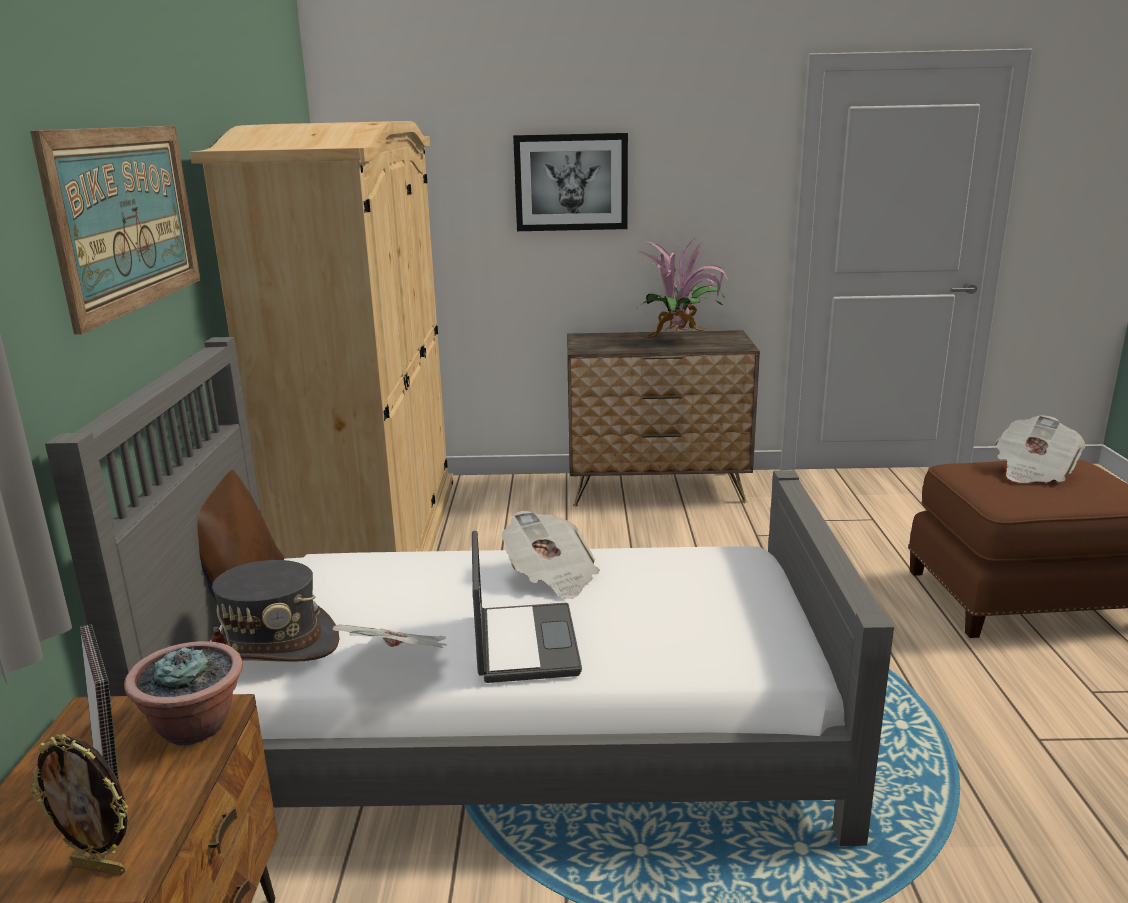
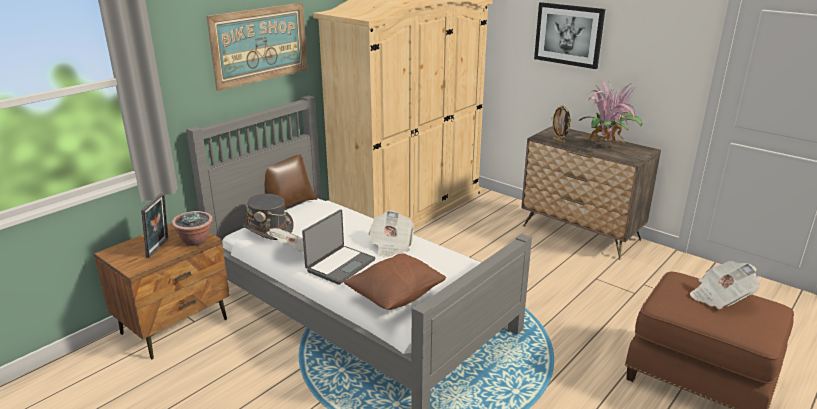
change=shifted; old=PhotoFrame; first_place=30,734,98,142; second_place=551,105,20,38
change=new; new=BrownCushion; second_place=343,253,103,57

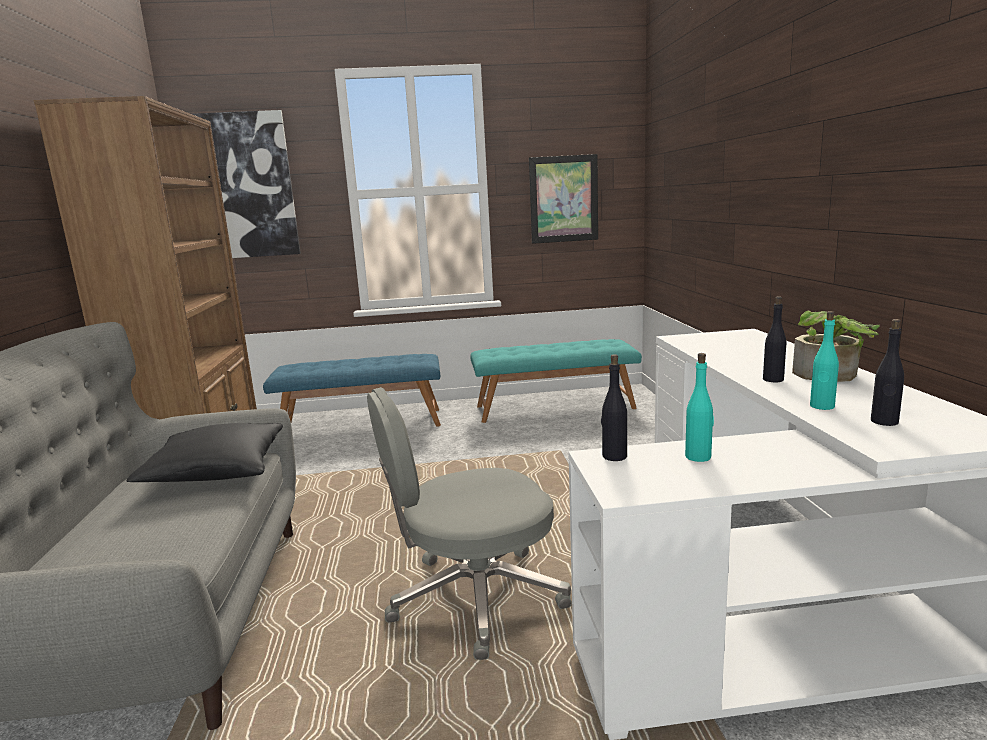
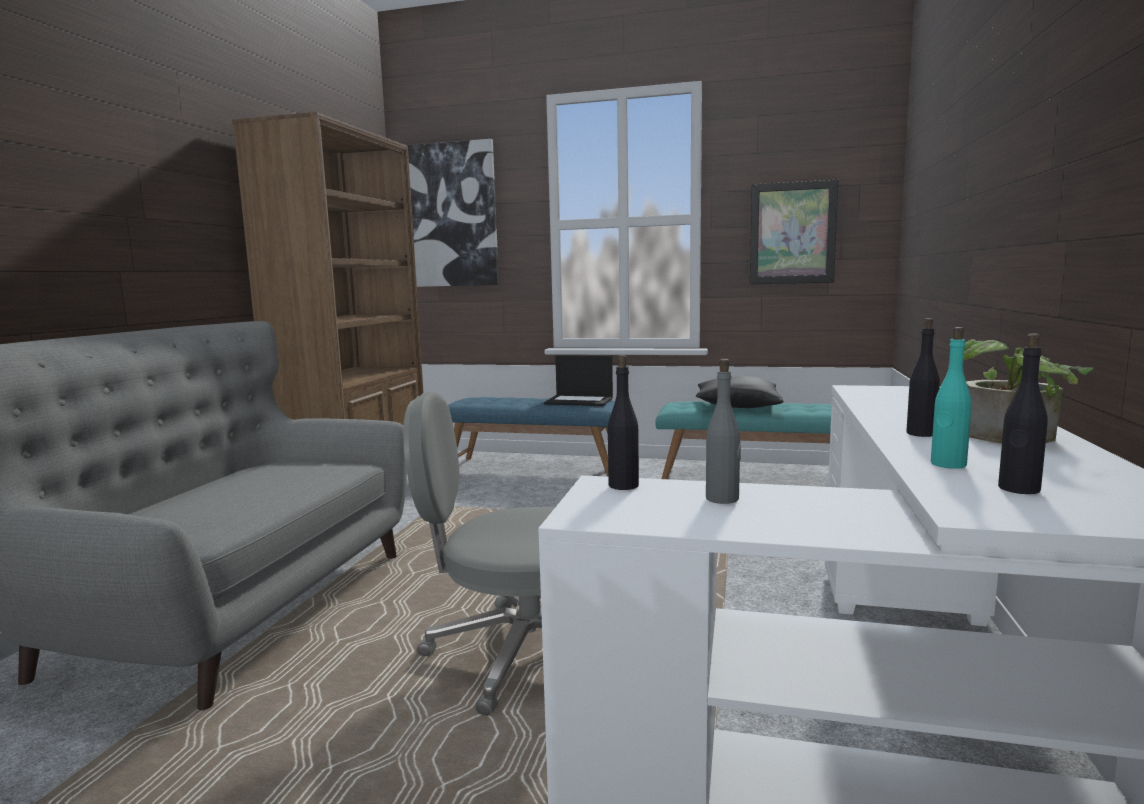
change=shifted; old=BlackCushion; first_place=127,423,156,59; second_place=696,376,88,32
change=repainted; old=TurquoiseDrinkBottle; new=GrayDrinkBottle; first_place=685,353,29,109; second_place=706,359,35,145
change=new; new=Laptop; second_place=544,355,69,51

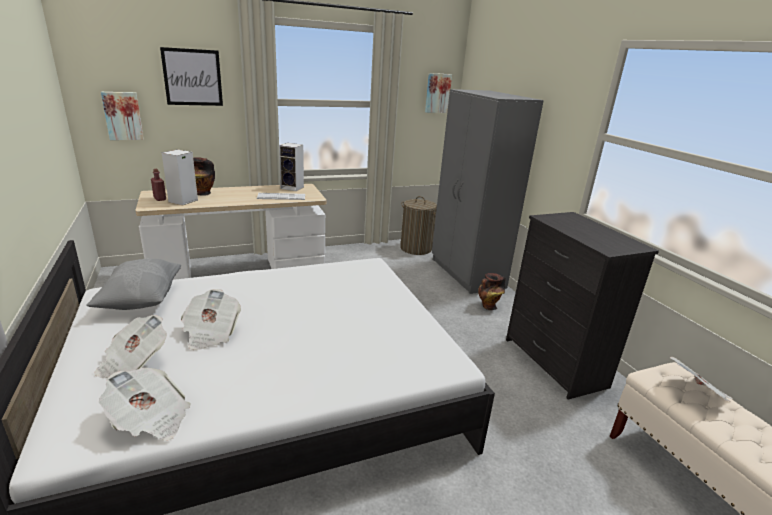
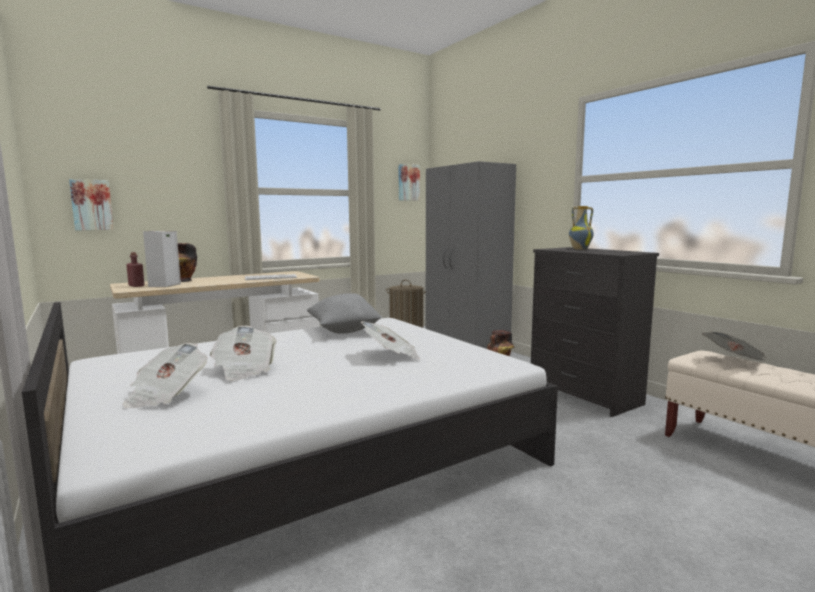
change=shifted; old=GrayCushion; first_place=86,258,95,52; second_place=306,293,76,41
change=shifted; old=Newspaper; first_place=99,368,92,73; second_place=361,321,59,38
change=gone; old=WallPicture; first_place=160,47,63,59
change=gone; old=Speaker; first_place=279,143,25,48
change=new; new=Vase; second_place=569,206,25,44

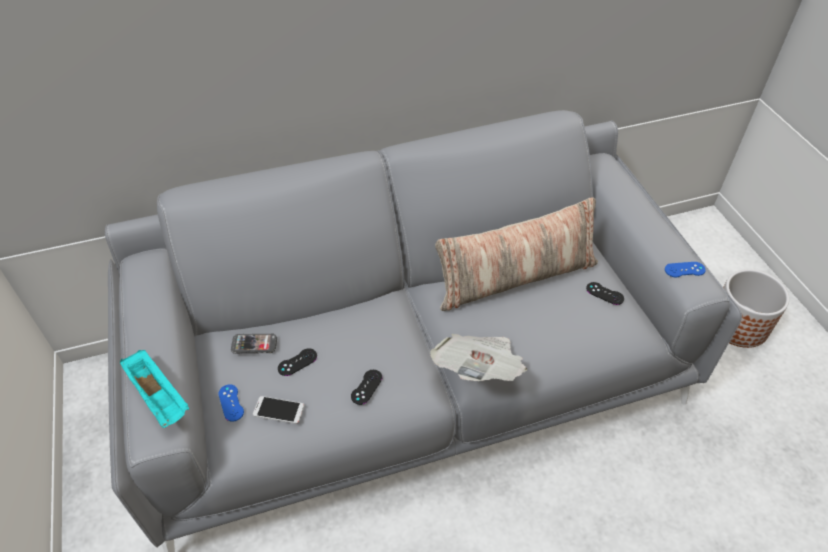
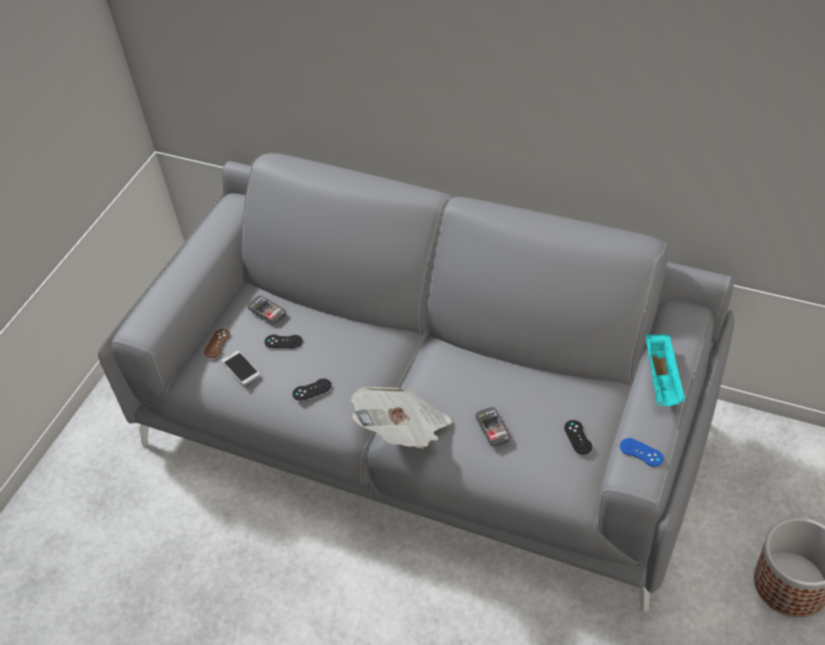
change=shifted; old=TurquoiseTray; first_place=120,350,69,78; second_place=646,334,40,72
change=repainted; old=BlueGamepad; new=BrownGamepad; first_place=218,384,26,38; second_place=204,329,26,29
change=gone; old=Cushion; first_place=435,197,163,114
change=new; new=Handset; second_place=475,407,36,40

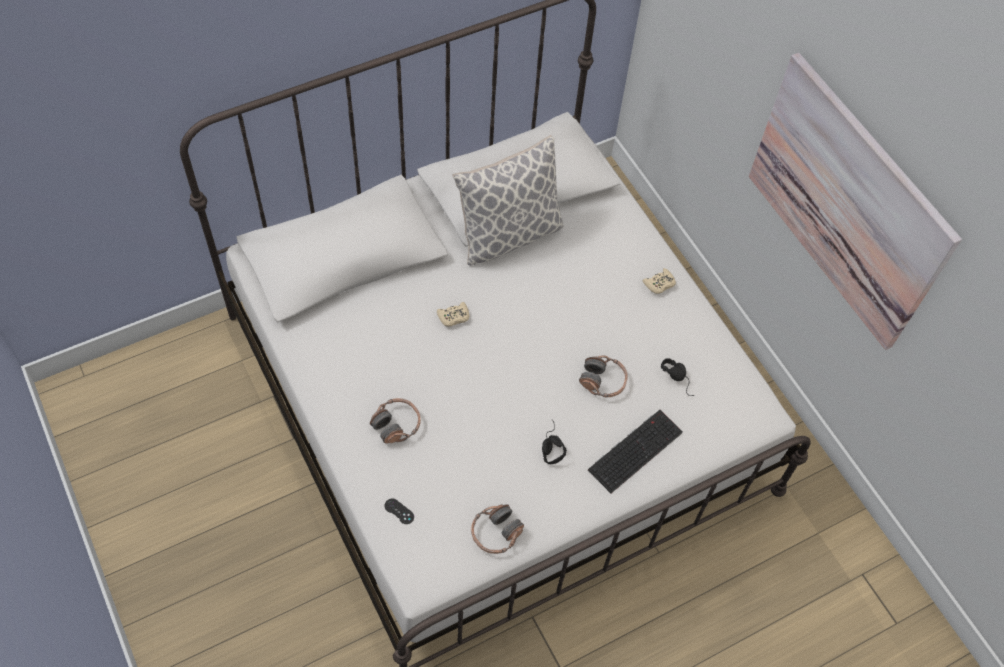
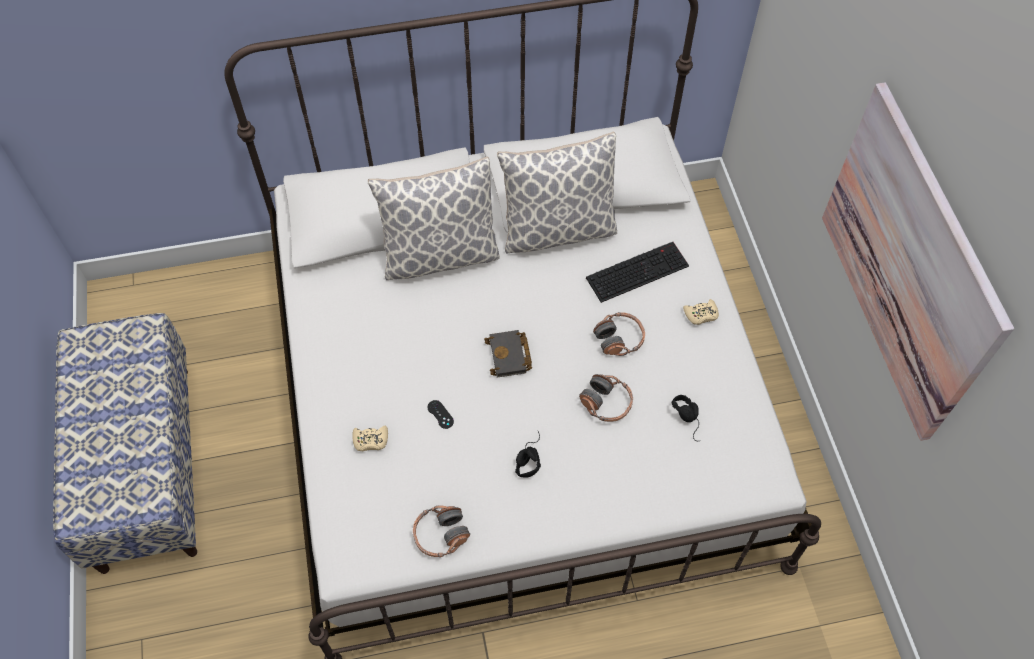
change=shifted; old=Headset; first_place=370,398,51,45; second_place=593,312,52,44
change=shifted; old=BlackGamepad; first_place=385,498,29,26; second_place=427,400,27,29
change=shifted; old=BeigeGamepad; first_place=437,302,32,25; second_place=352,426,36,25
change=shifted; old=PcKeyboard; first_place=588,410,95,83; second_place=586,242,103,61
change=new; new=LongSeat; second_place=53,313,144,261
change=new; new=Cushion; second_place=368,157,132,123
change=new; new=BlackBook; second_place=484,330,48,48

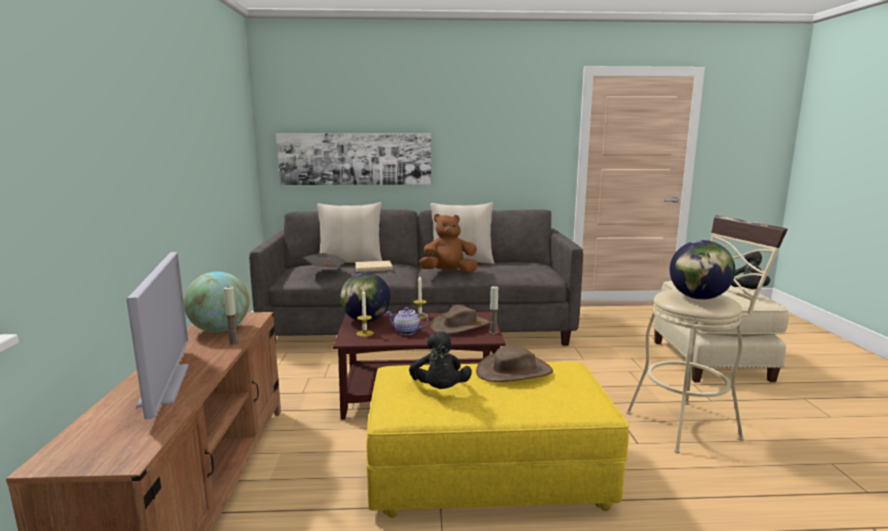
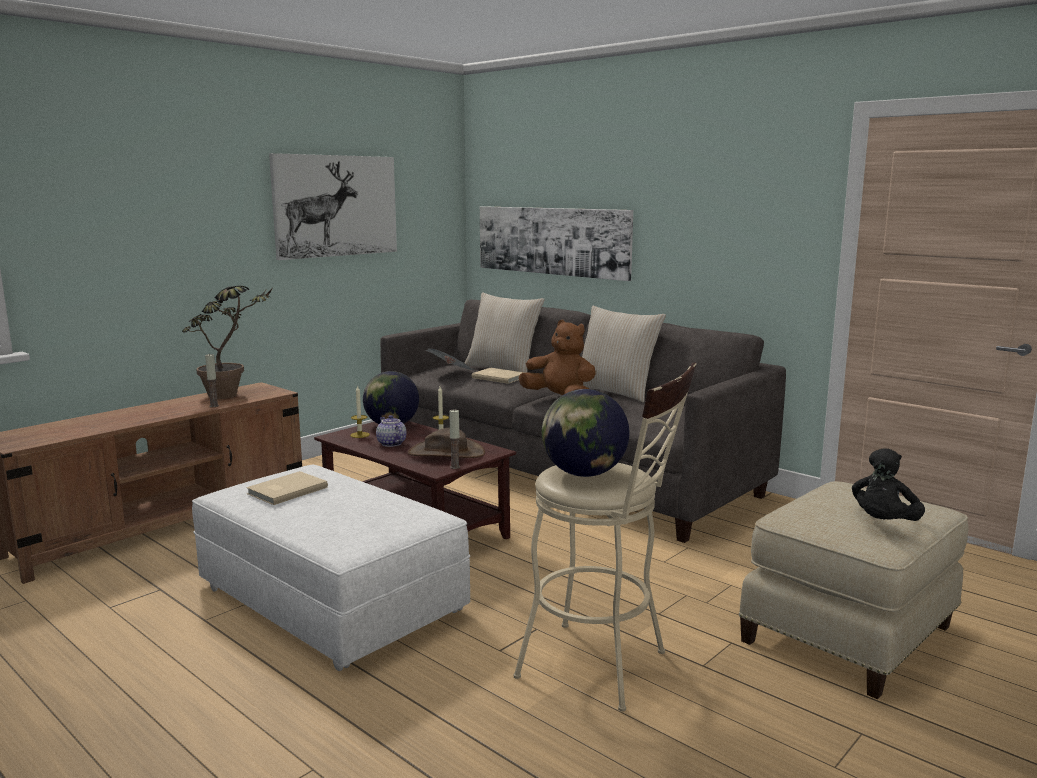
change=gone; old=Tv; first_place=126,252,63,167
change=swapped; old=DeskGlobe; new=PottedPlant; first_place=184,272,66,60; second_place=182,286,91,113
change=repainted; old=YellowColouredFootrest; new=WhitishFootrest; first_place=366,362,263,156; second_place=192,465,278,206
change=swapped; old=BlackPlushToy; new=BeigeBook; first_place=409,331,63,58; second_place=246,471,82,34
change=gone; old=BrownHat; first_place=476,345,77,37
change=new; new=WallPicture; second_place=269,153,128,107

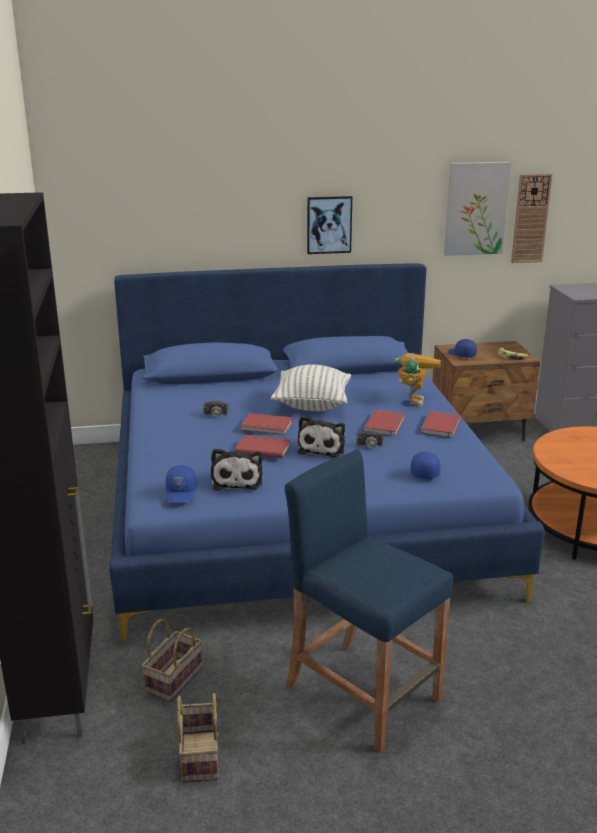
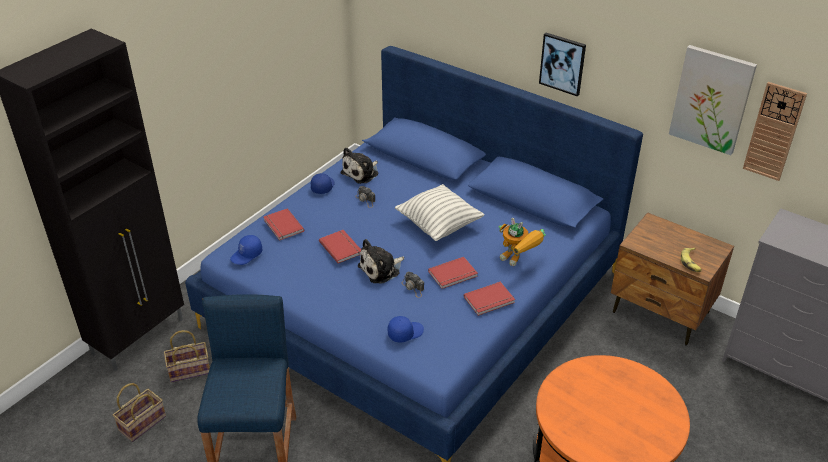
change=shifted; old=PlushToy; first_place=211,448,52,43; second_place=341,147,37,37
change=shifted; old=RedColouredBook; first_place=240,413,53,22; second_place=264,208,40,33
change=rotated; old=RobotFigure; first_place=394,353,47,54; second_place=499,218,47,48; degrees=75
change=shifted; old=BluePeakedCap; first_place=448,339,29,19; second_place=311,173,23,21

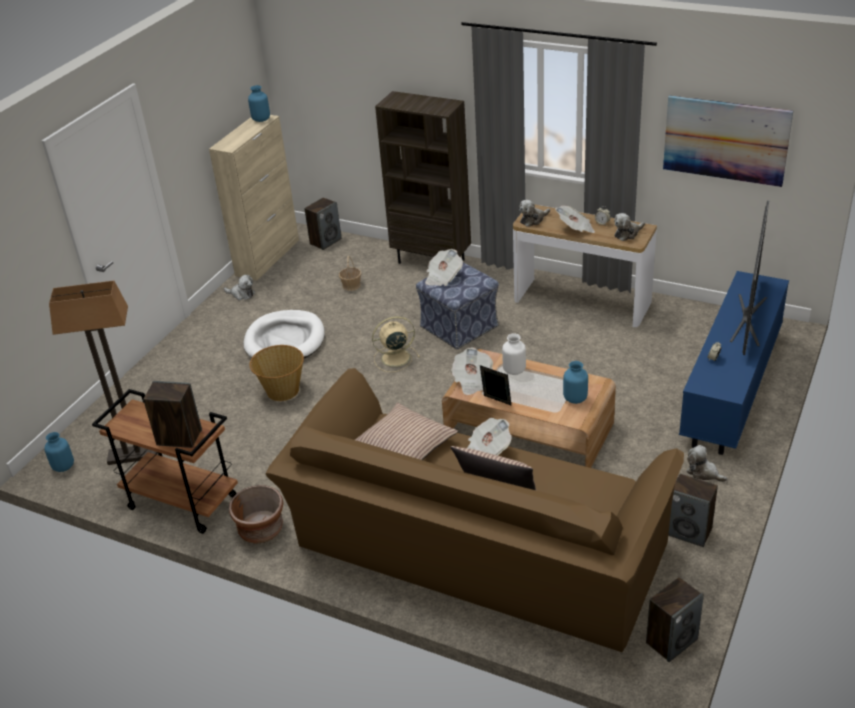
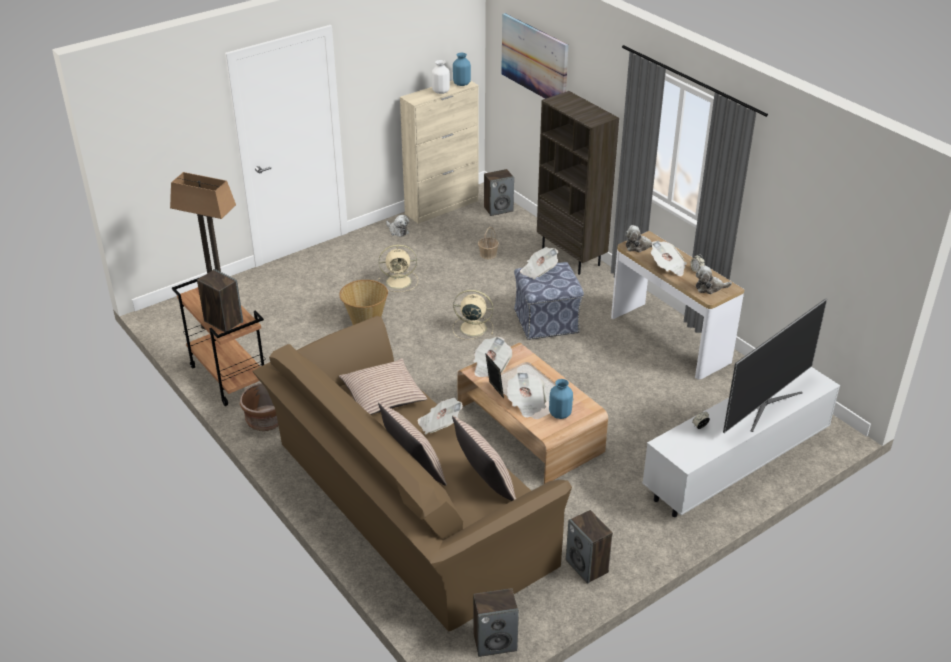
change=gone; old=BlueVase; first_place=44,432,30,40
change=swapped; old=WhitishDogCushion; new=BeigeFan; first_place=243,310,82,48; second_place=379,244,39,48
change=shifted; old=WhitishVase; first_place=502,334,24,41; second_place=432,60,18,34
change=shifted; old=WallPicture; first_place=663,95,130,92; second_place=501,13,67,86
change=repainted; old=BlueTvStand; new=WhitishTvStand; first_place=679,271,110,184; second_place=642,367,198,150
change=gone; old=PlushToy; first_place=686,445,42,37
change=new; new=Cushion; second_place=452,416,64,85
change=new; new=Newspaper; second_place=507,371,39,47

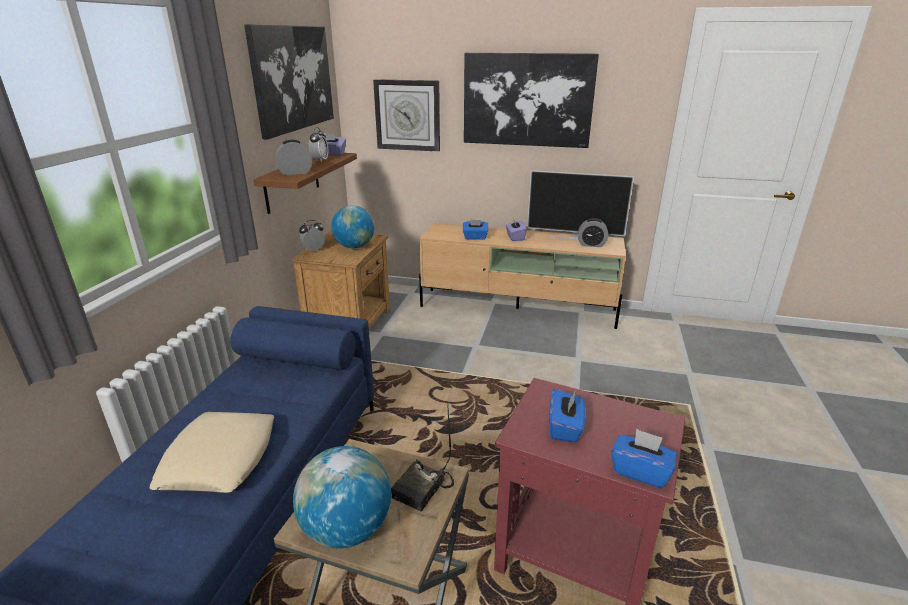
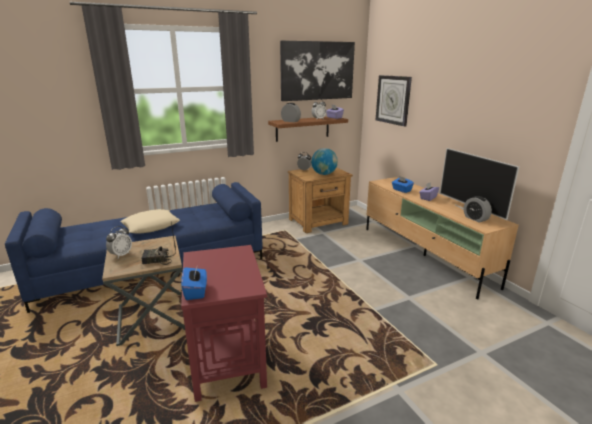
change=swapped; old=DeskGlobe; new=AlarmClock; first_place=293,446,98,102; second_place=106,226,26,32
change=gone; old=WallPicture; first_place=464,53,135,95
change=gone; old=BlueTissueHolder; first_place=549,389,36,54

